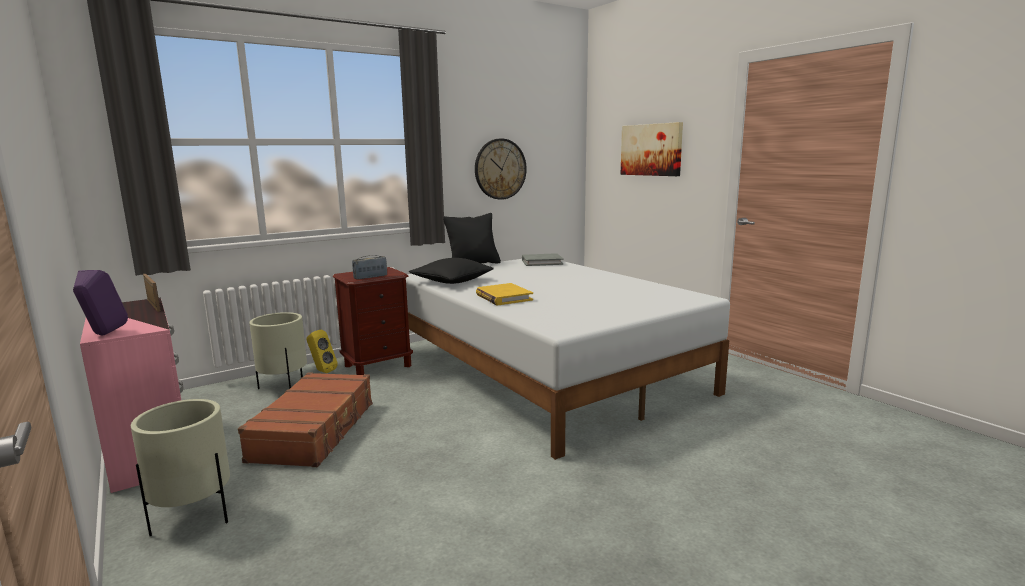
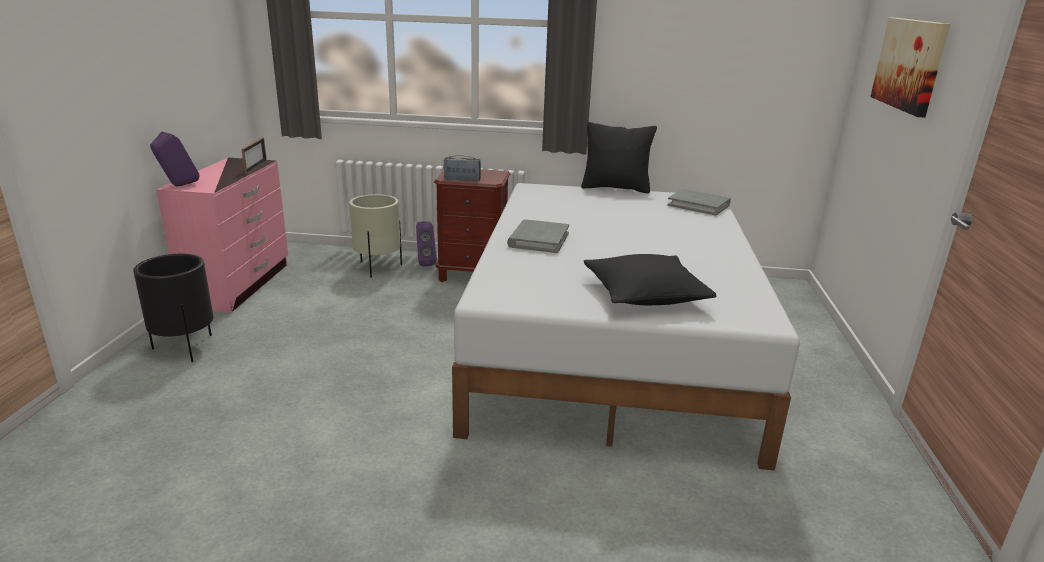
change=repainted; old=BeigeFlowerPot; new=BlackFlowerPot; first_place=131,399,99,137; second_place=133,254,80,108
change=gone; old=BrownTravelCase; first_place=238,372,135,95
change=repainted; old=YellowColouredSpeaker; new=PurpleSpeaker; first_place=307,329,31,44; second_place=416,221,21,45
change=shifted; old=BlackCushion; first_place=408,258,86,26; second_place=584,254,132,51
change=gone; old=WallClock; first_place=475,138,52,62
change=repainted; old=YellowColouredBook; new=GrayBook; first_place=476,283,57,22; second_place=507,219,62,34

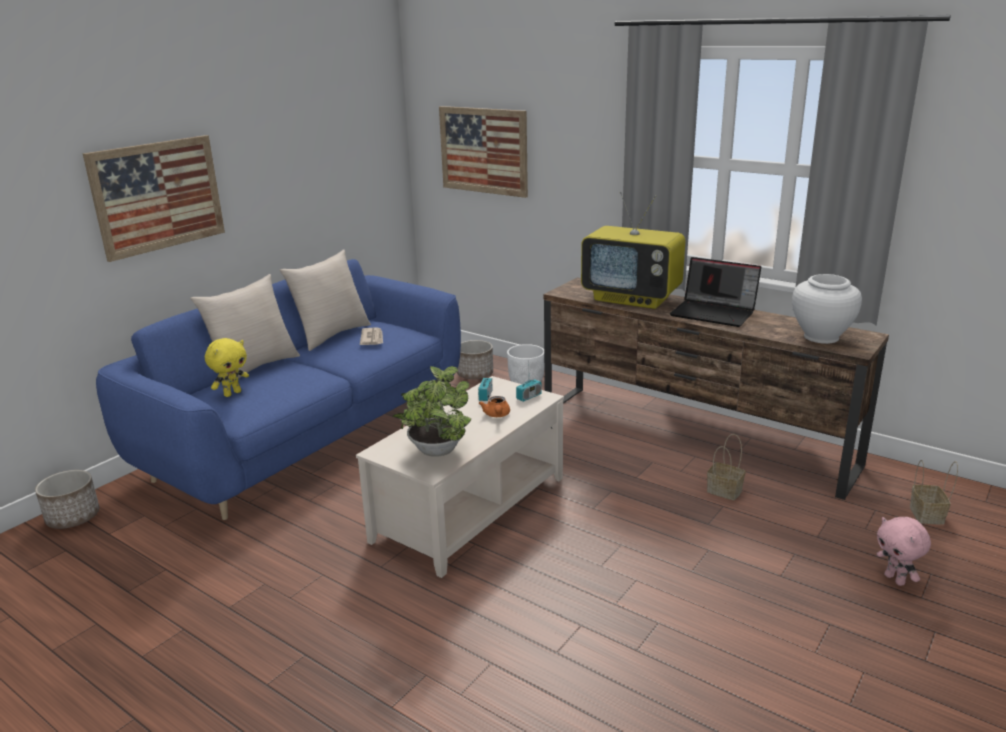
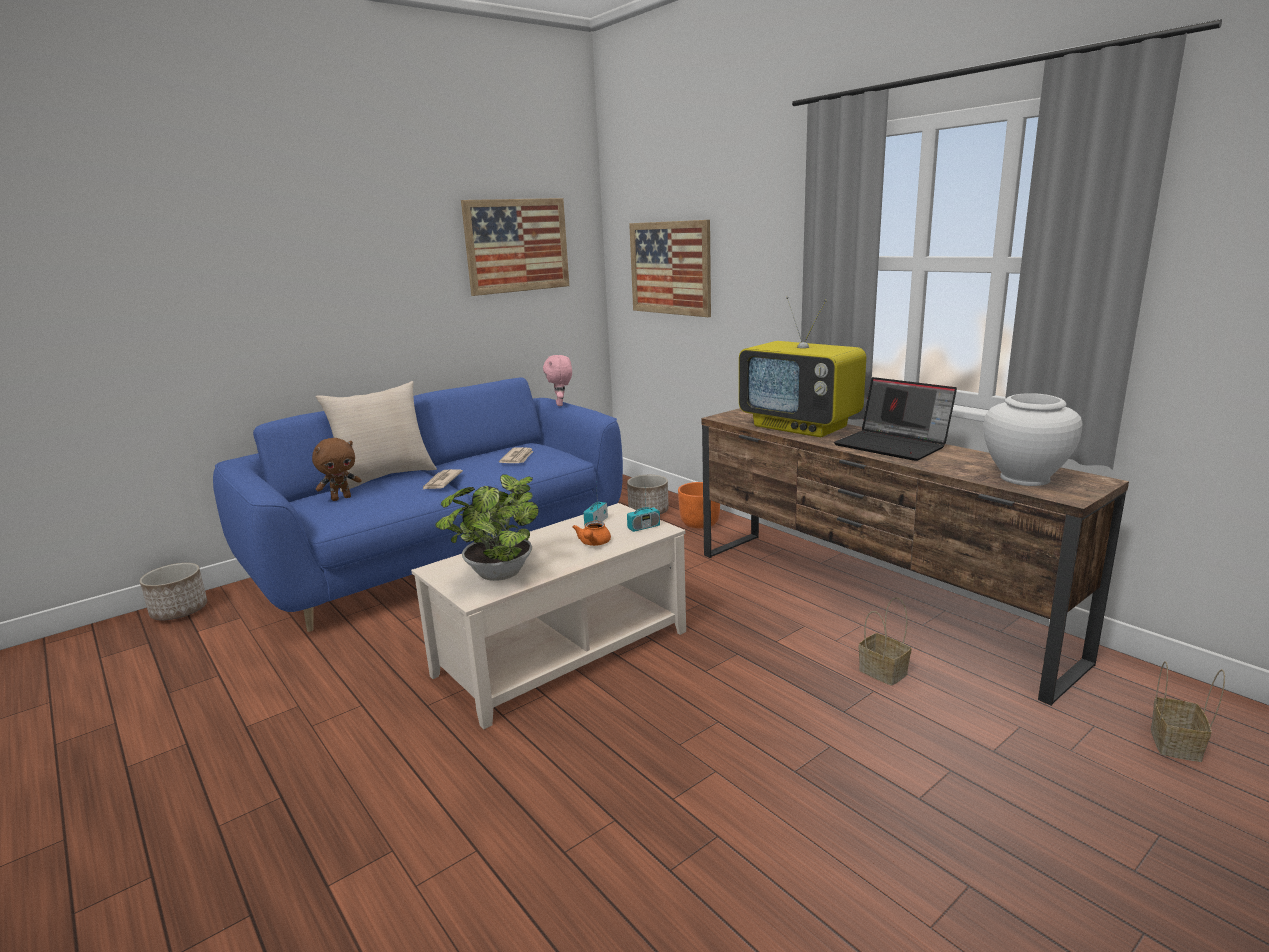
change=shifted; old=WallPicture; first_place=83,135,142,127; second_place=461,198,108,98
change=repainted; old=YellowColouredPlushToy; new=BrownPlushToy; first_place=205,338,44,59; second_place=312,438,49,63
change=gone; old=BeigeCushion; first_place=279,250,92,101
change=repainted; old=WhitishFlowerPot; new=OrangeyFlowerPot; first_place=507,344,37,40; second_place=678,482,42,46
change=shifted; old=PinkPlushToy; first_place=876,517,55,69; second_place=543,355,29,51
change=new; new=Newspaper; second_place=422,469,41,21

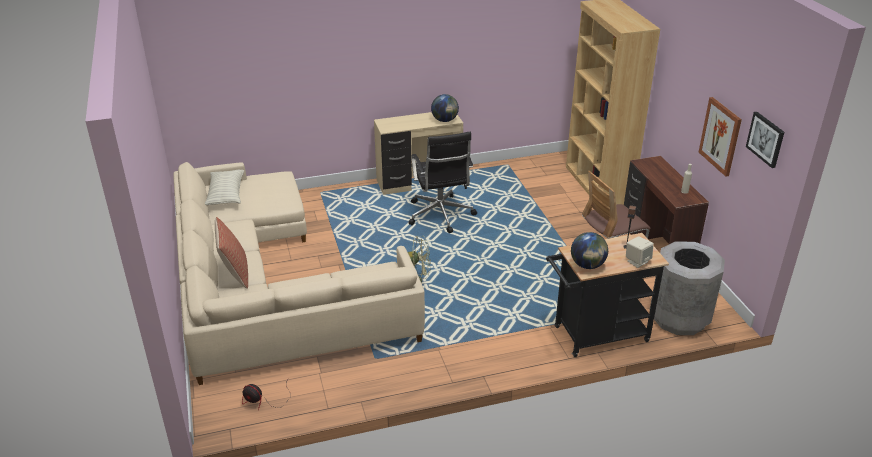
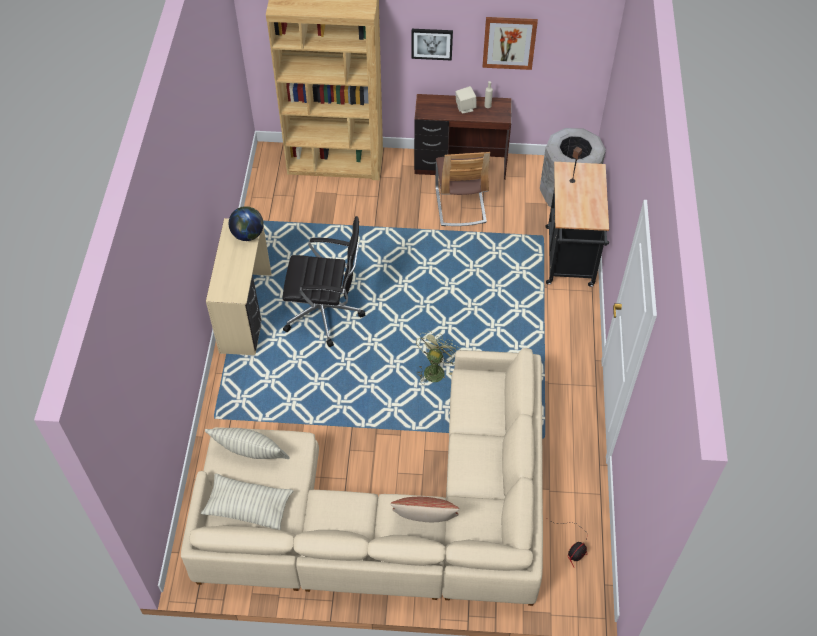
change=gone; old=DeskGlobe; first_place=571,232,37,37
change=shifted; old=BeigeSpeaker; first_place=626,236,28,32; second_place=455,86,22,28
change=shifted; old=WallPicture; first_place=746,112,38,56; second_place=412,29,41,32
change=new; new=Cushion; second_place=205,428,85,31

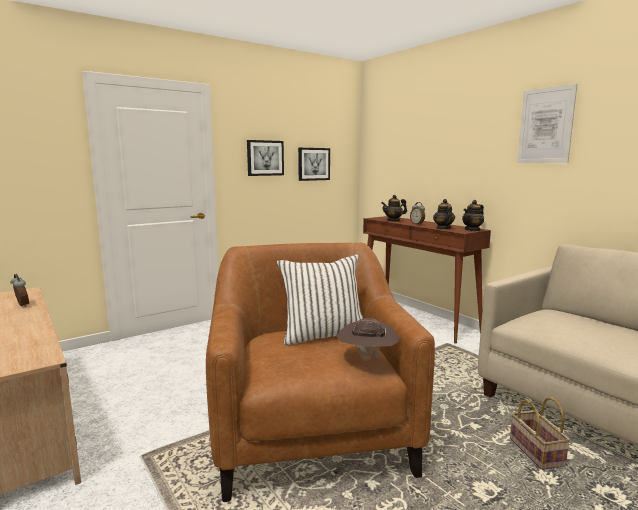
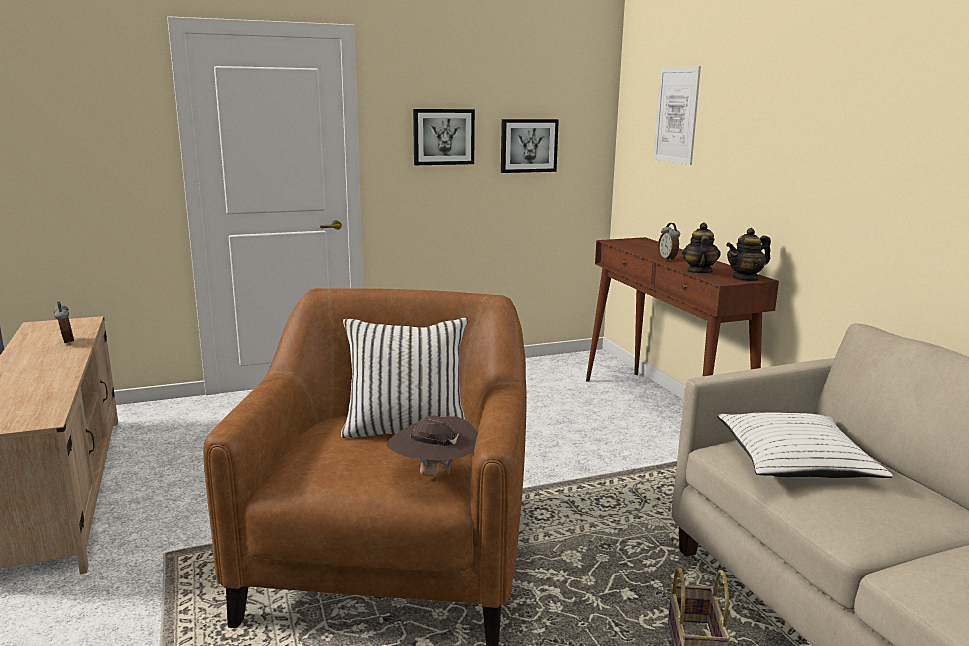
change=gone; old=Teapot; first_place=381,195,26,27
change=shifted; old=WallPicture; first_place=517,84,60,79; second_place=653,66,48,99
change=new; new=WhitishCushion; second_place=717,413,176,65

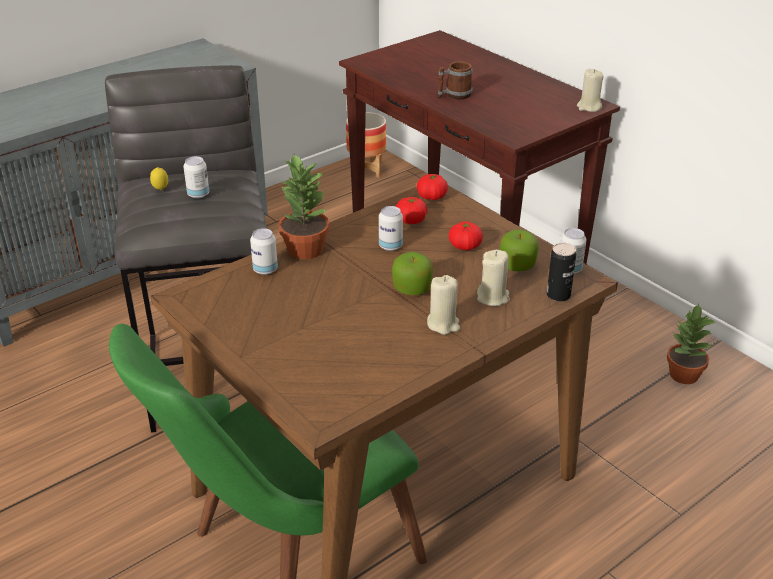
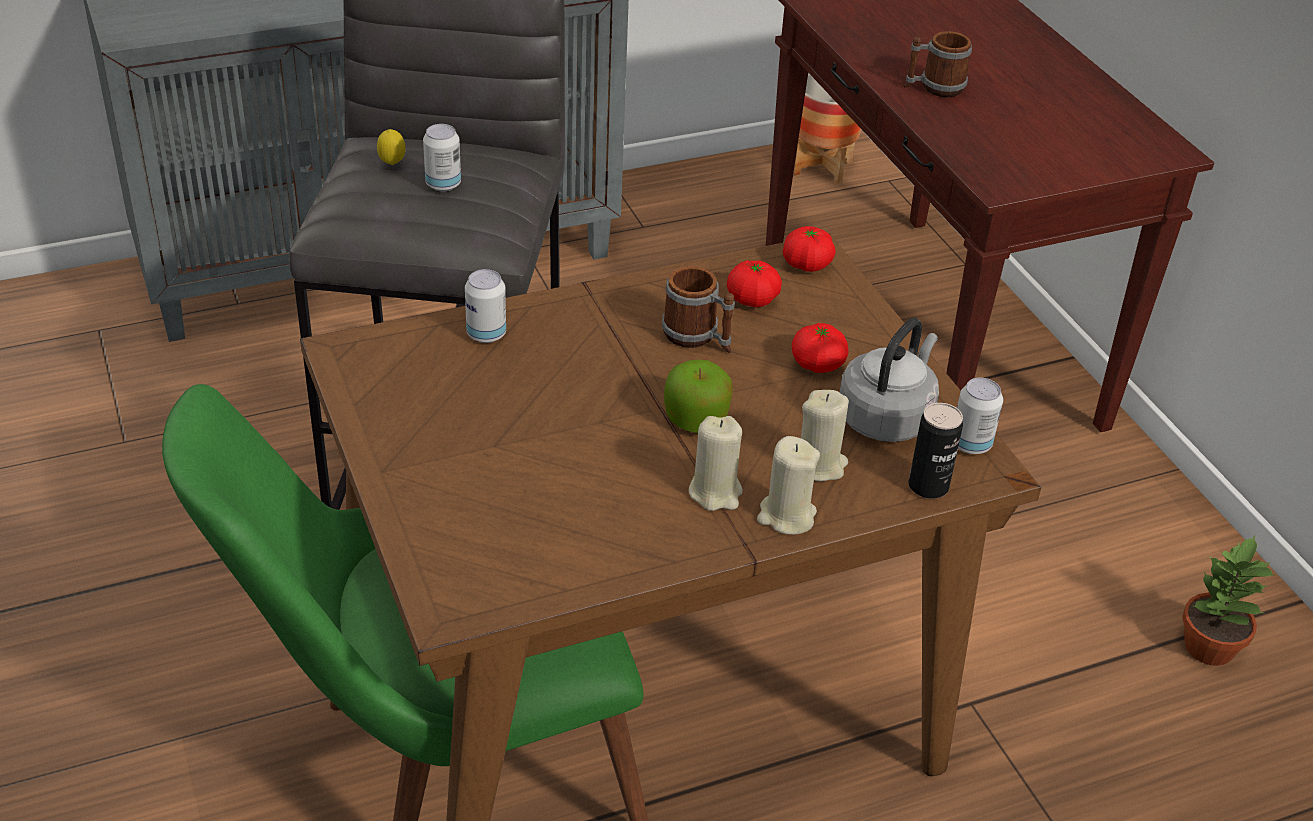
change=gone; old=PottedPlant; first_place=278,154,52,105
change=swapped; old=SealedCan; new=CoffeeMug; first_place=379,206,24,45; second_place=662,266,73,87
change=swapped; old=AppleFruit; new=GrayTeaKettle; first_place=500,229,39,43; second_place=839,318,100,124
change=shifted; old=BeigeWaxCandle; first_place=577,69,26,43; second_place=757,436,63,99

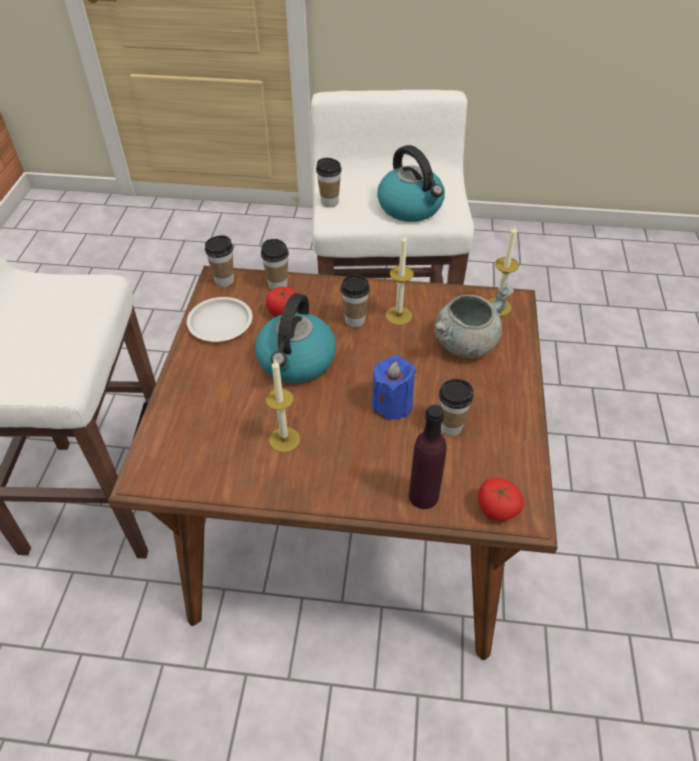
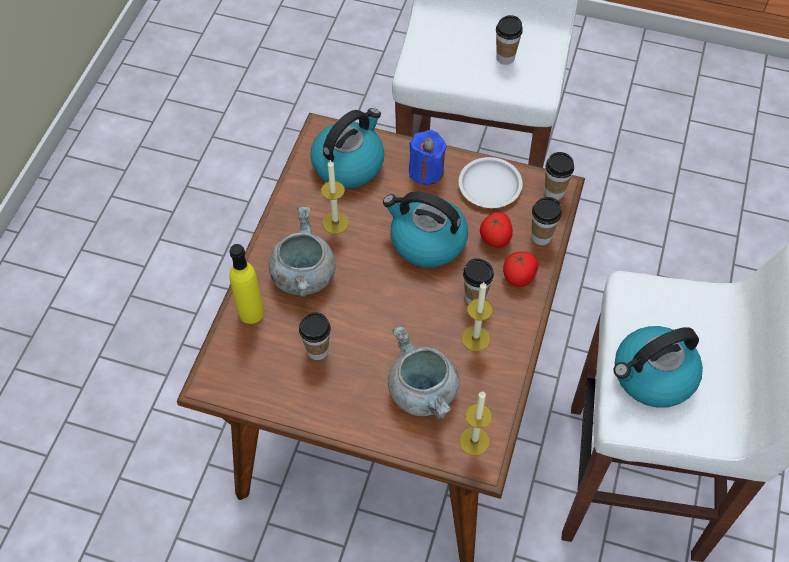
change=shifted; old=DrinkingCup; first_place=316,158,26,49; second_place=496,15,27,50
change=shifted; old=BlueWaxCandle; first_place=372,355,44,65; second_place=409,130,37,55
change=repainted; old=PurpleDrinkBottle; new=YellowColouredDrinkBottle; first_place=409,405,38,104; second_place=229,244,35,80
change=shifted; old=Tomato; first_place=478,478,46,43; second_place=503,251,35,36
change=new; new=GrayStockpot; second_place=268,207,68,90
change=new; new=TeaKettle; second_place=310,108,74,80

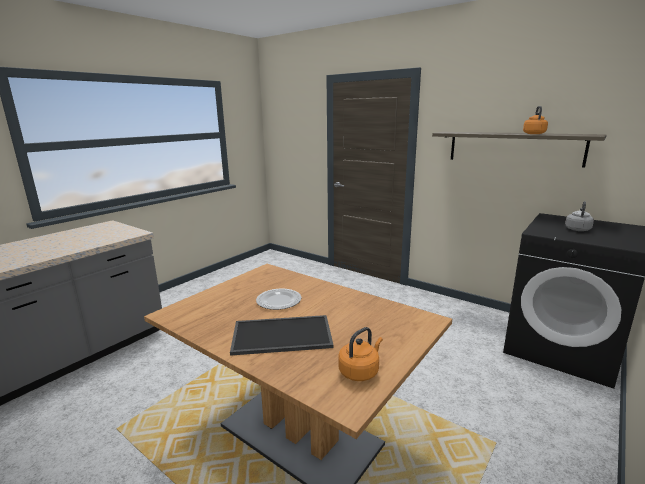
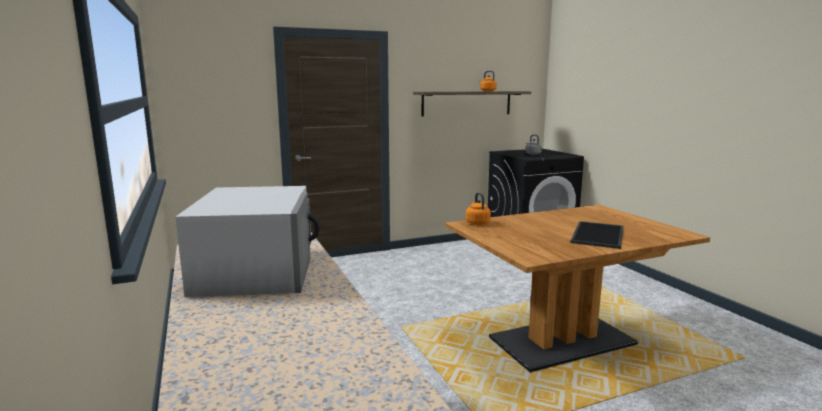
change=gone; old=FlatDish; first_place=256,289,46,21
change=shifted; old=OrangeyTeaKettle; first_place=338,327,45,54; second_place=466,192,25,33
change=new; new=WhitishMicrowaveOven; second_place=175,186,145,111

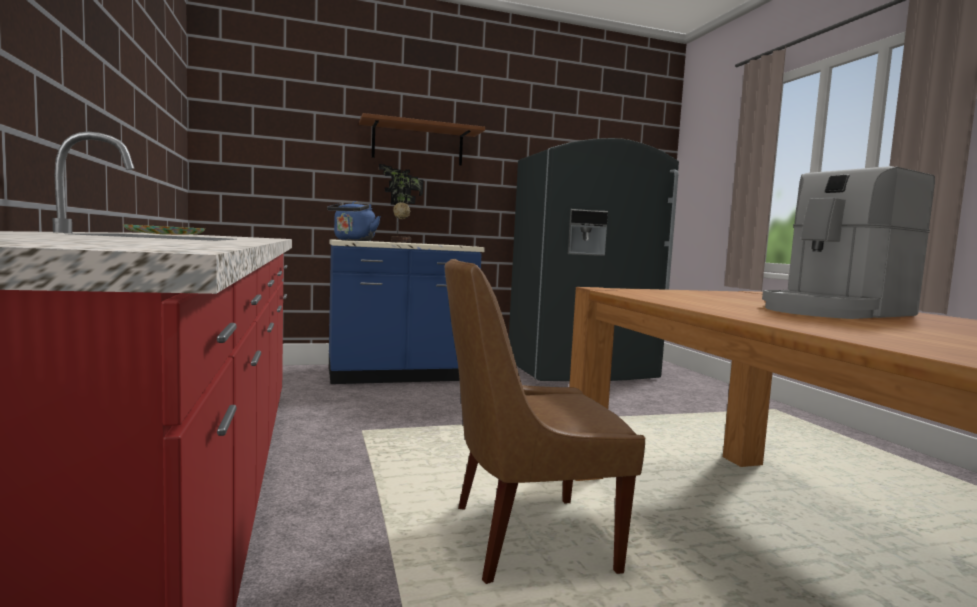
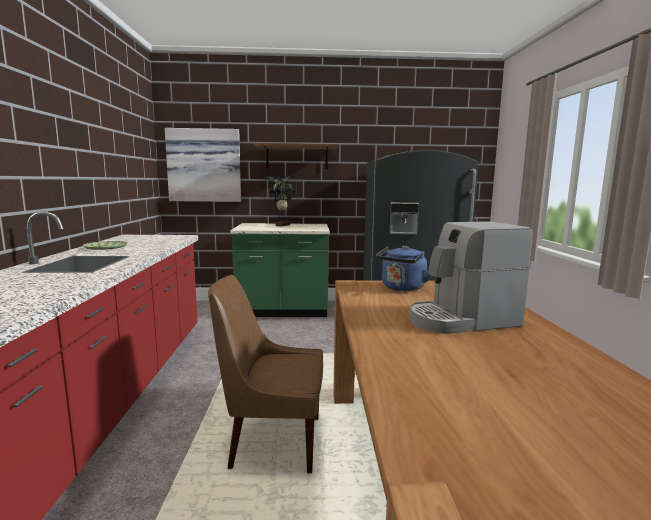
change=shifted; old=BlueTeaKettle; first_place=327,201,54,40; second_place=376,246,56,45
change=repainted; old=BlueKitchenCounter; new=GreenKitchenCounter; first_place=329,239,156,145; second_place=230,223,100,94
change=new; new=WallPicture; second_place=165,128,76,74

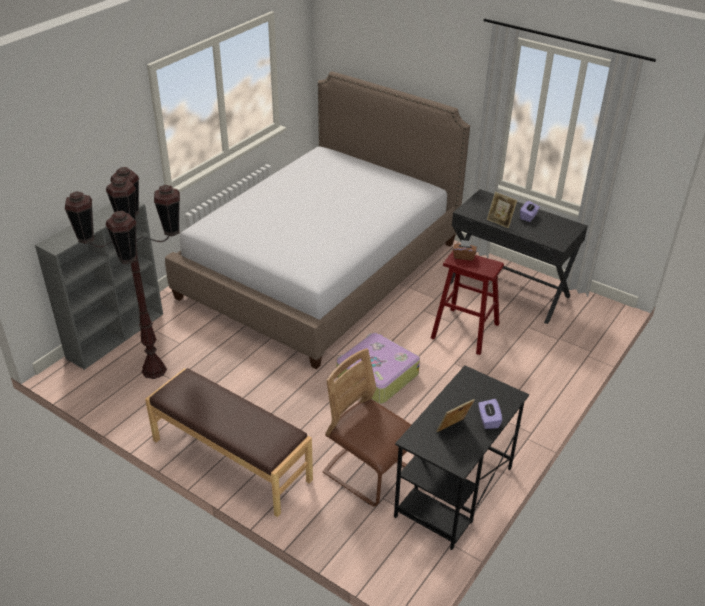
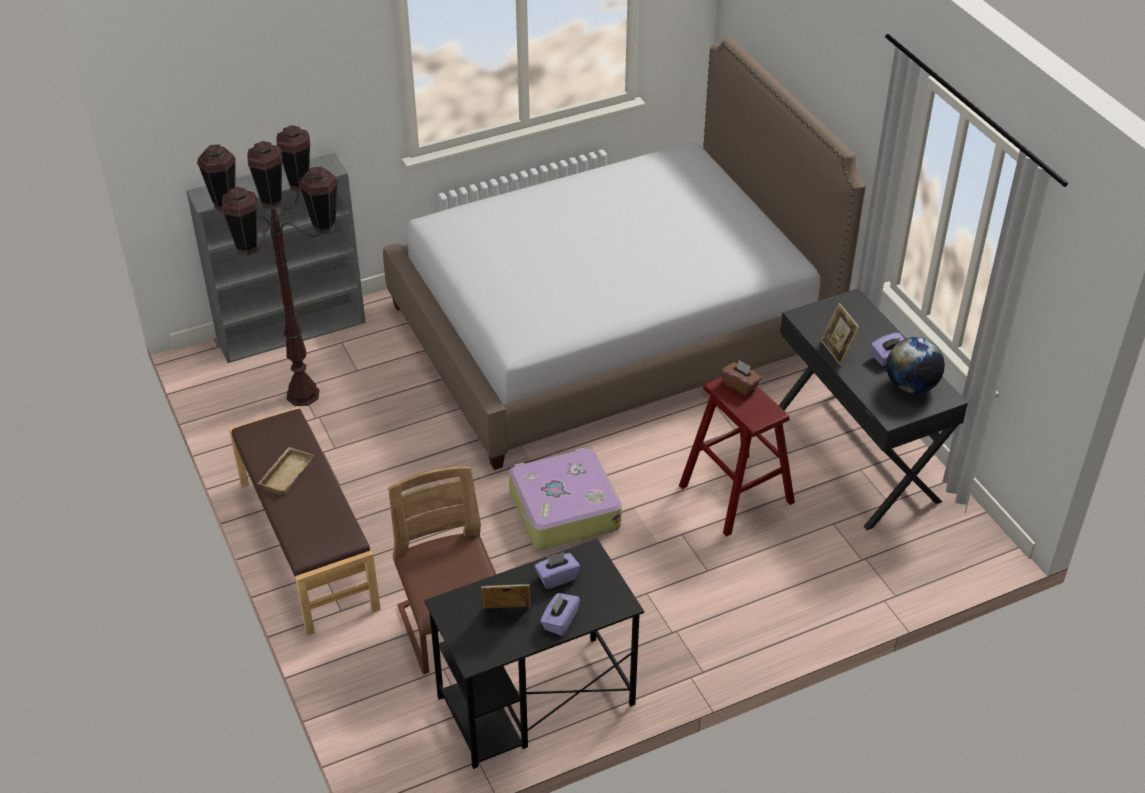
change=new; new=BeigeTray; second_place=258,447,55,47
change=new; new=PurpleTissueHolder; second_place=535,552,45,37
change=new; new=DeskGlobe; second_place=887,337,58,57

